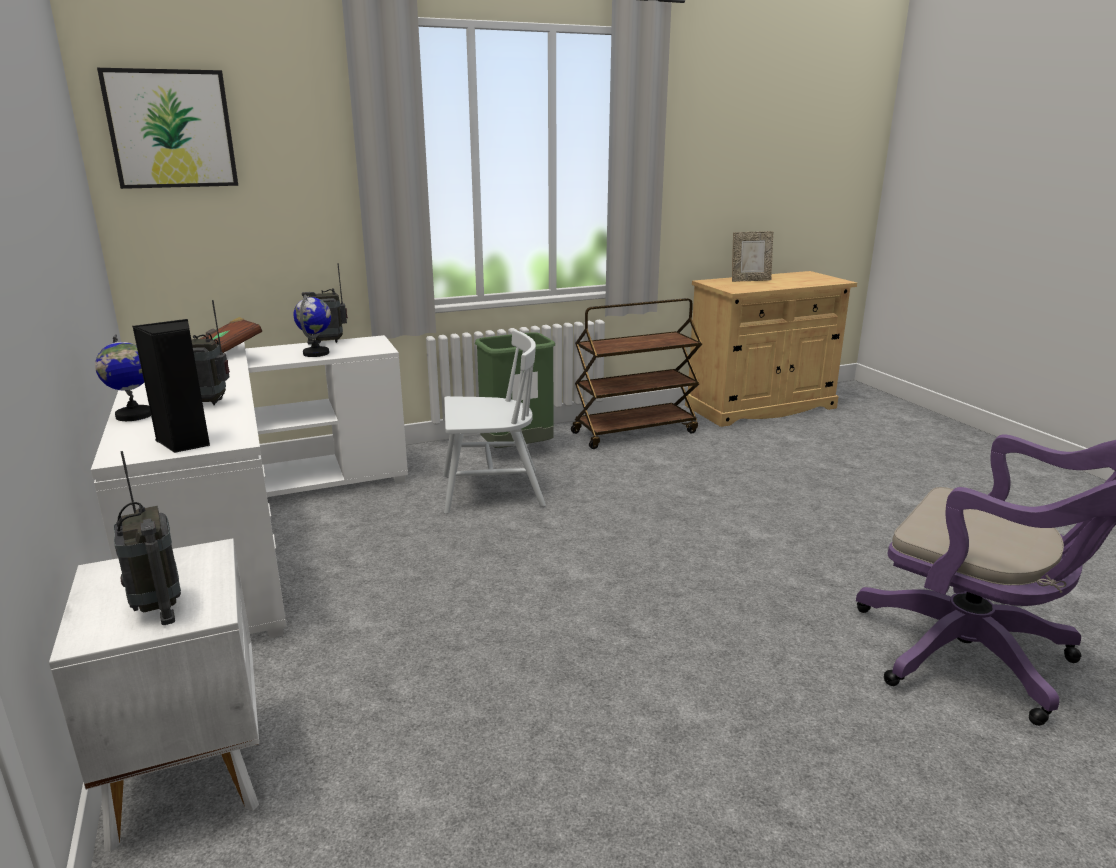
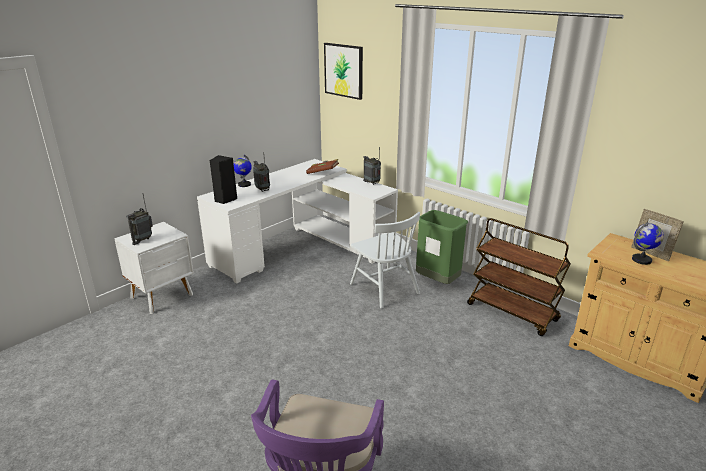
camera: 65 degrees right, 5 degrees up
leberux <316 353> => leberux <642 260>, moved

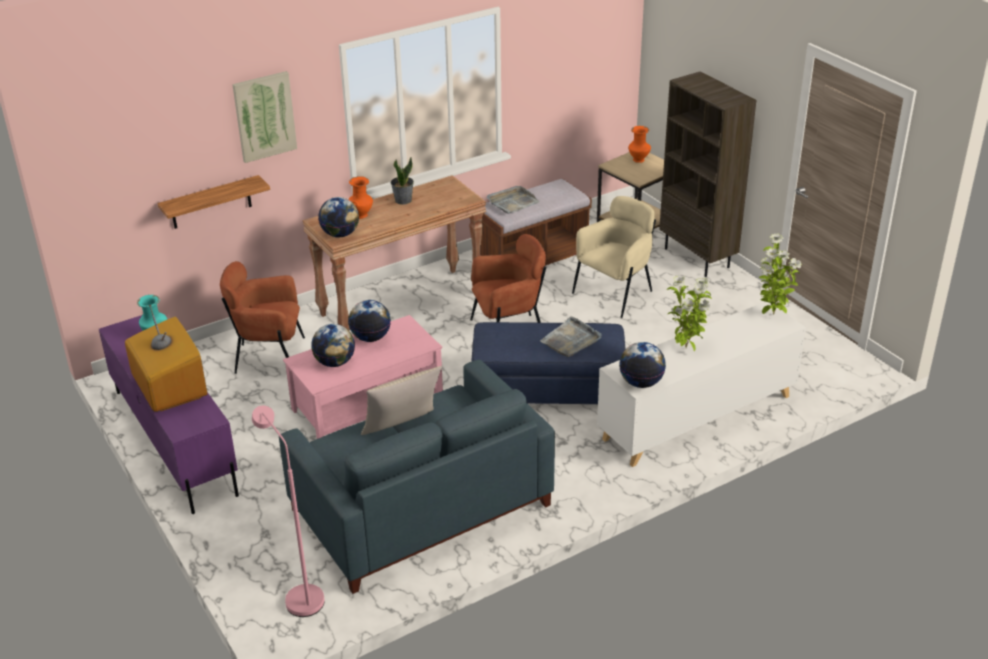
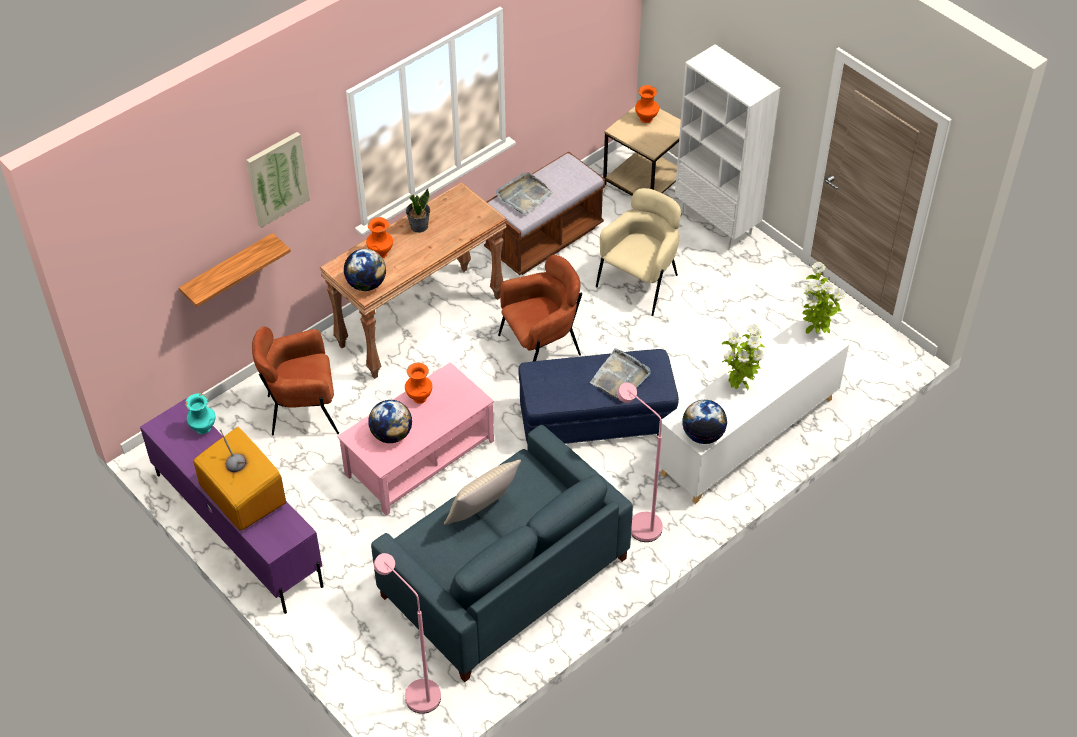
camera: 10 degrees left, 15 degrees up
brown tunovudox <698 258> => white tunovudox <717 223>
leberux <371 338> => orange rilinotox <419 397>
nothing => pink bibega <638 522>

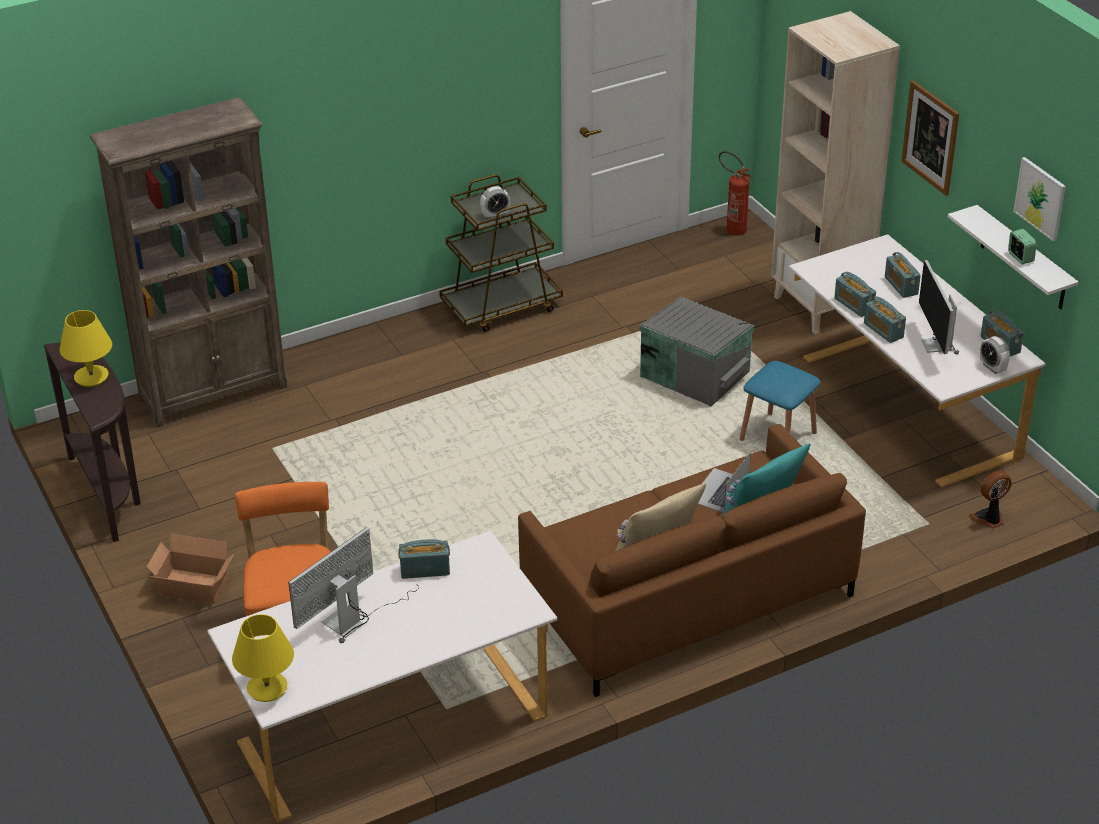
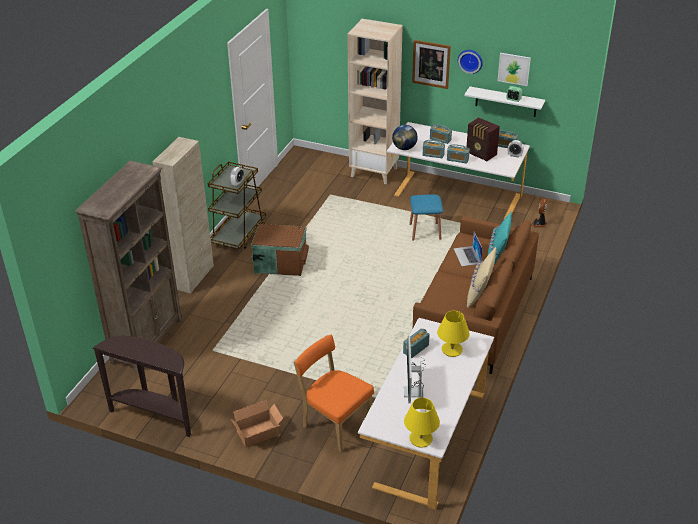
camera: 40 degrees left, 0 degrees up
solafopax <731 229> => nothing
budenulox <937 339> => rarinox <481 154>
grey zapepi <694 373> => nothing
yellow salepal <91 377> => yellow salepal <451 350>, moved
nothing => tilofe <470 60>
nothing => leberux <404 148>
nothing => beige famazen <193 277>
nothing => brown zapepi <280 262>

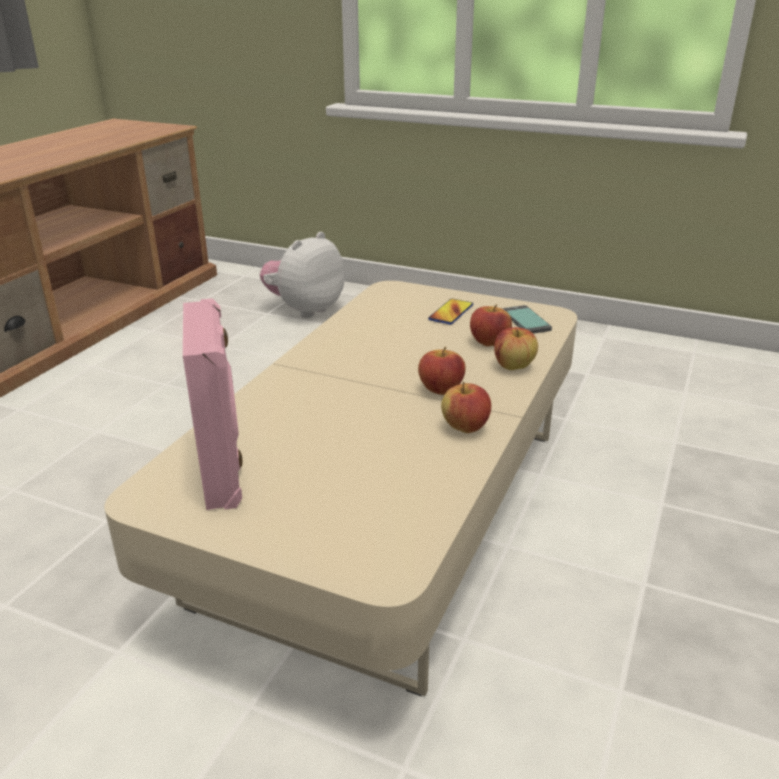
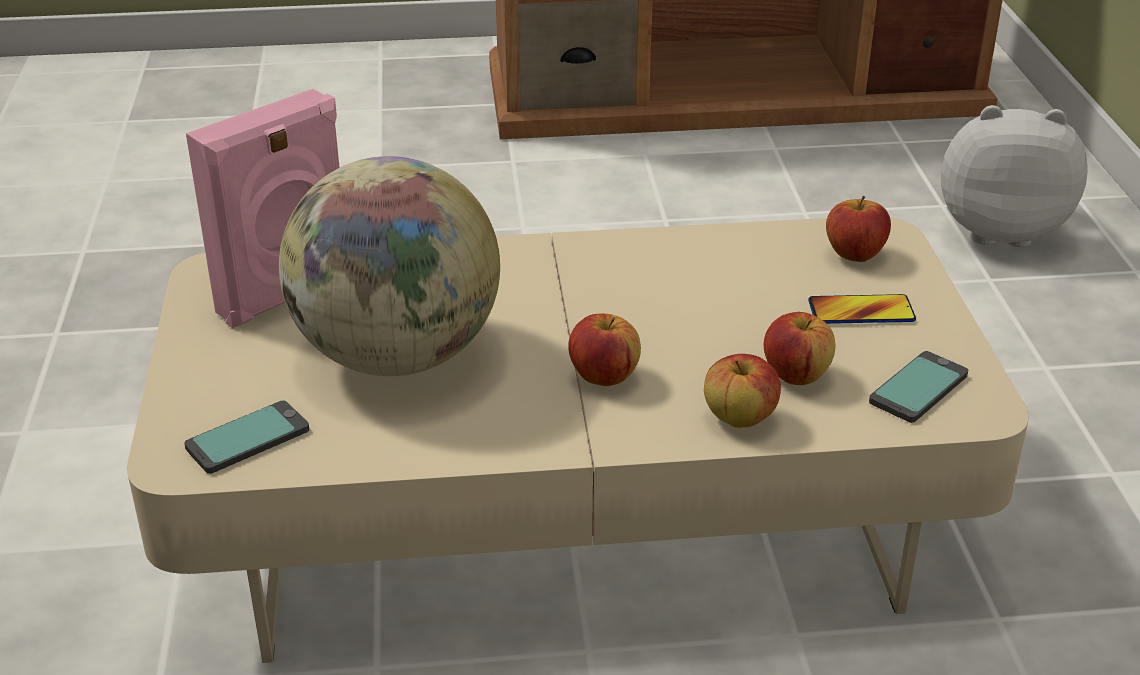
camera: 60 degrees right, 5 degrees up
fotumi <465 427> => fotumi <854 254>, moved
nothing => leberux <396 356>
nothing => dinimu <247 438>

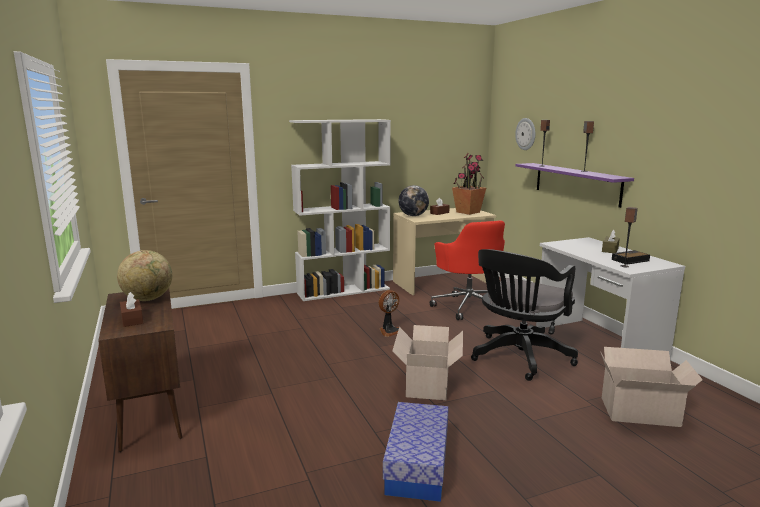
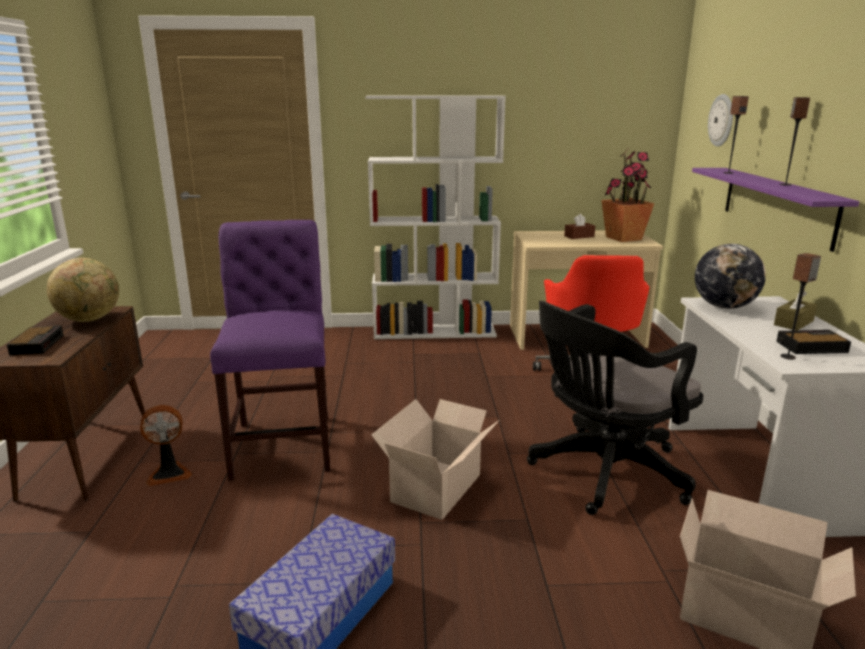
camera: 20 degrees right, 5 degrees up
leberux <413 215> => leberux <724 307>, moved
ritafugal <389 331> => ritafugal <169 473>, moved
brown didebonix <132 319> => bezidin <38 344>
nothing => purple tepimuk <284 441>

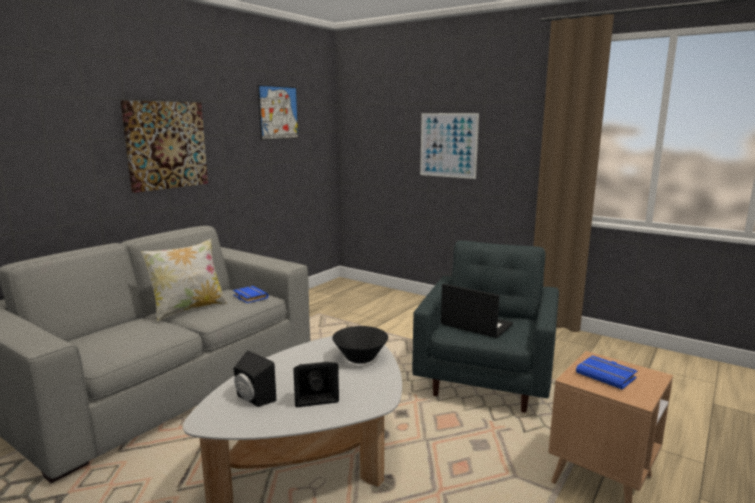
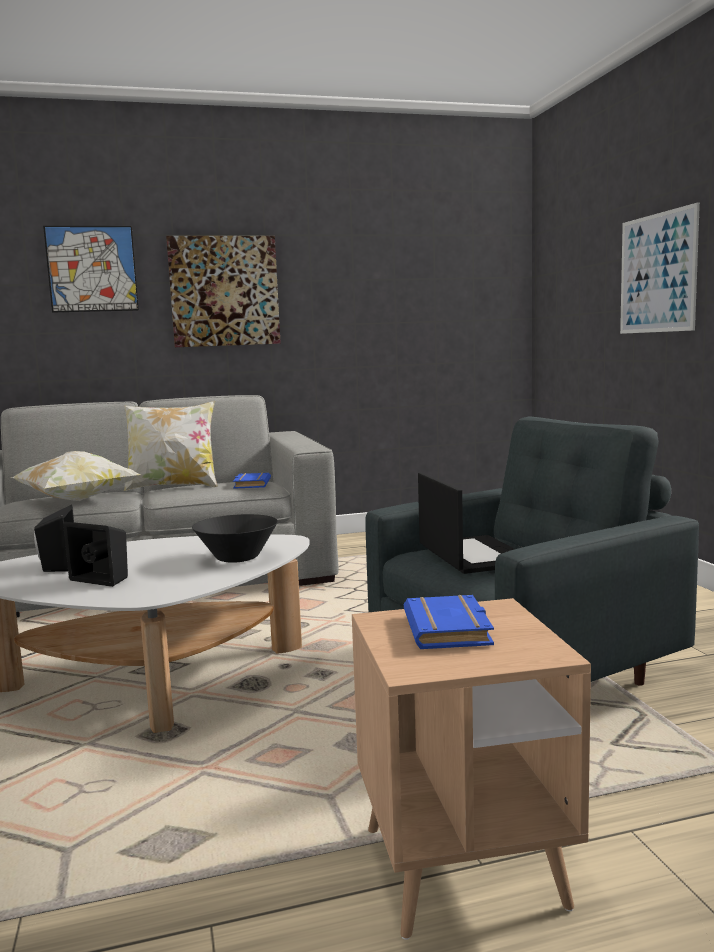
camera: 40 degrees right, 5 degrees down
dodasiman <278 113> => dodasiman <92 269>, moved
nothing => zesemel <78 500>

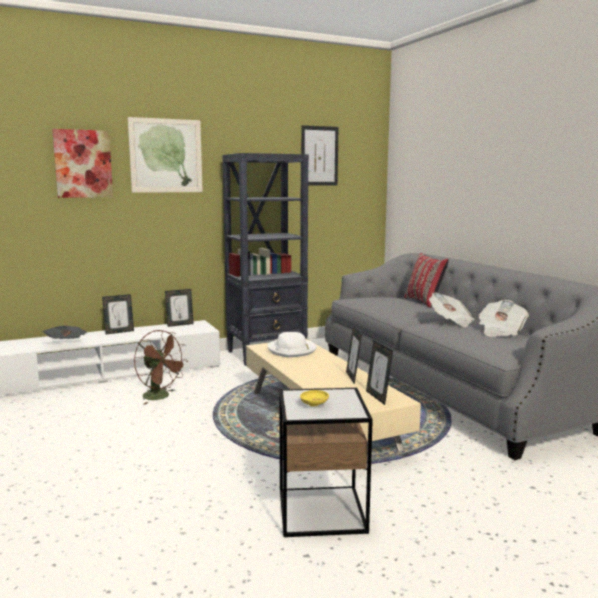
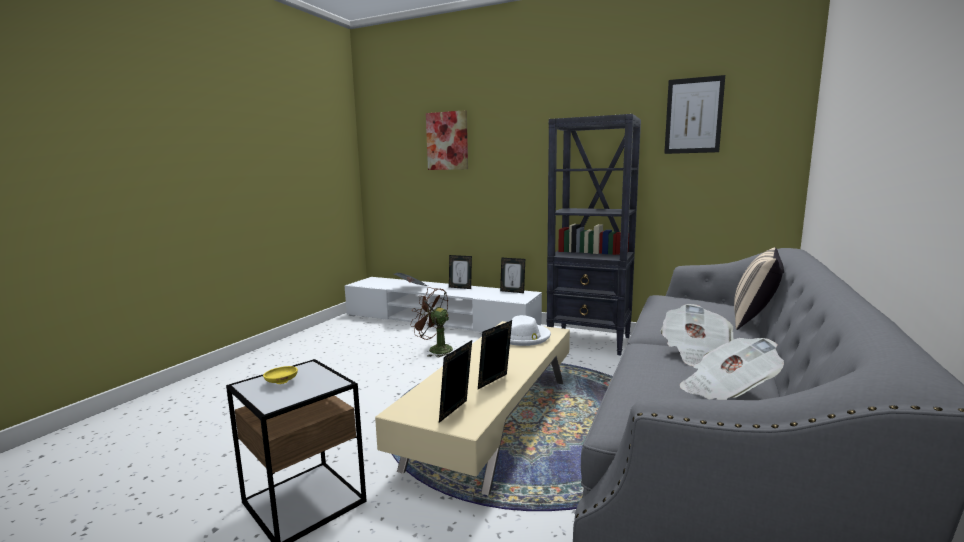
camera: 50 degrees right, 0 degrees up
dodasiman <166 156> => nothing
red zesemel <425 302> => beige zesemel <754 321>
brown ritafugal <161 397> => brown ritafugal <435 349>, 120 degrees clockwise

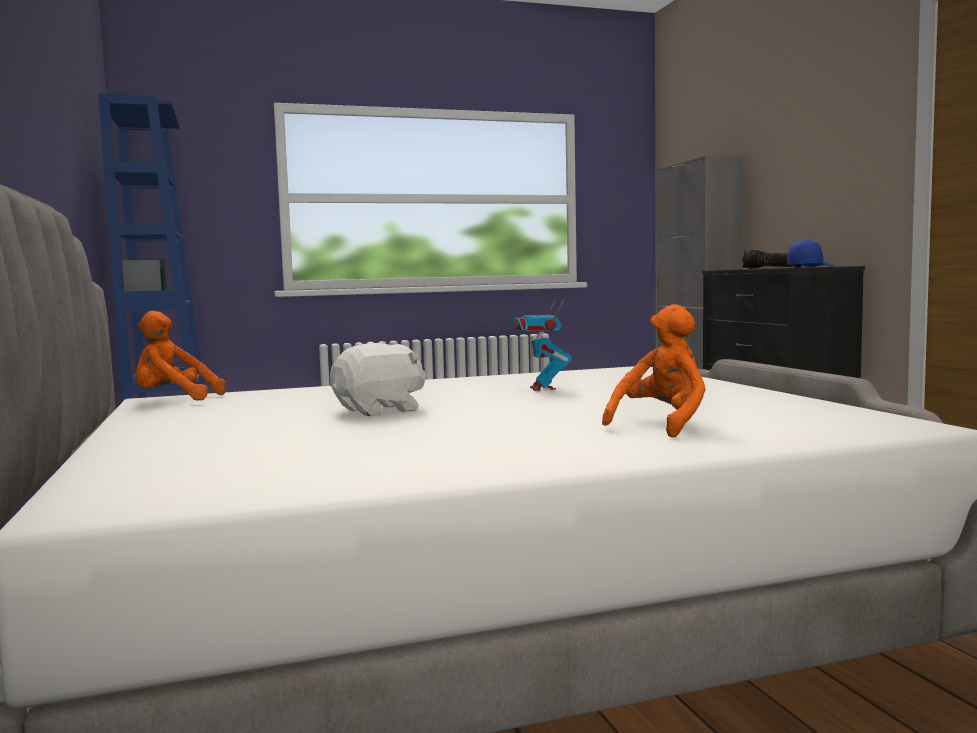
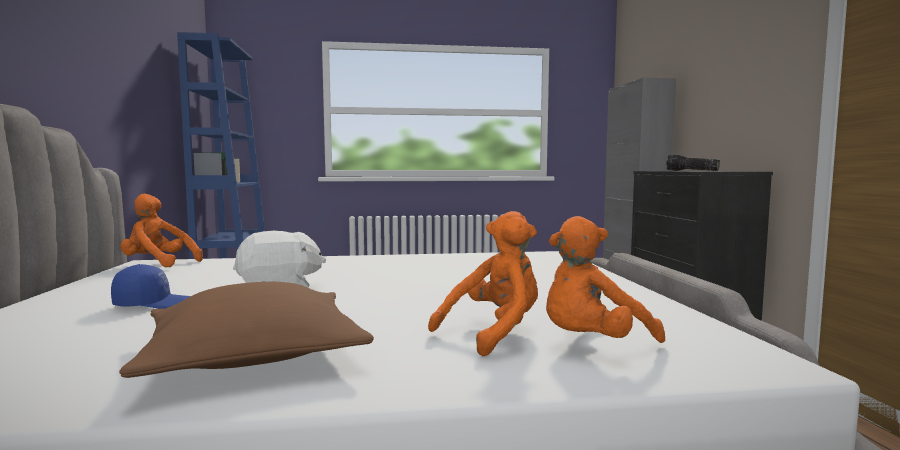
camera: 10 degrees right, 0 degrees up
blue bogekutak <810 267> => blue bogekutak <154 304>, moved
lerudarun <542 388> => nothing
nothing => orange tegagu <592 344>
nothing => brown zesemel <254 355>

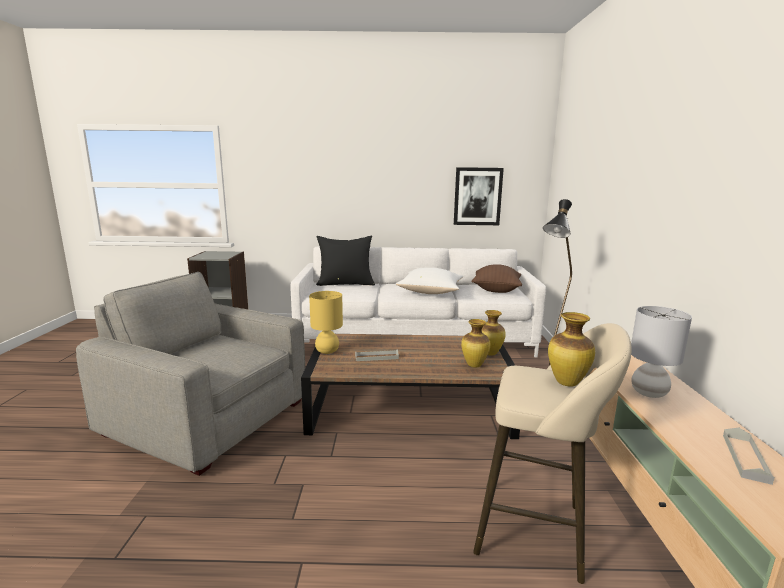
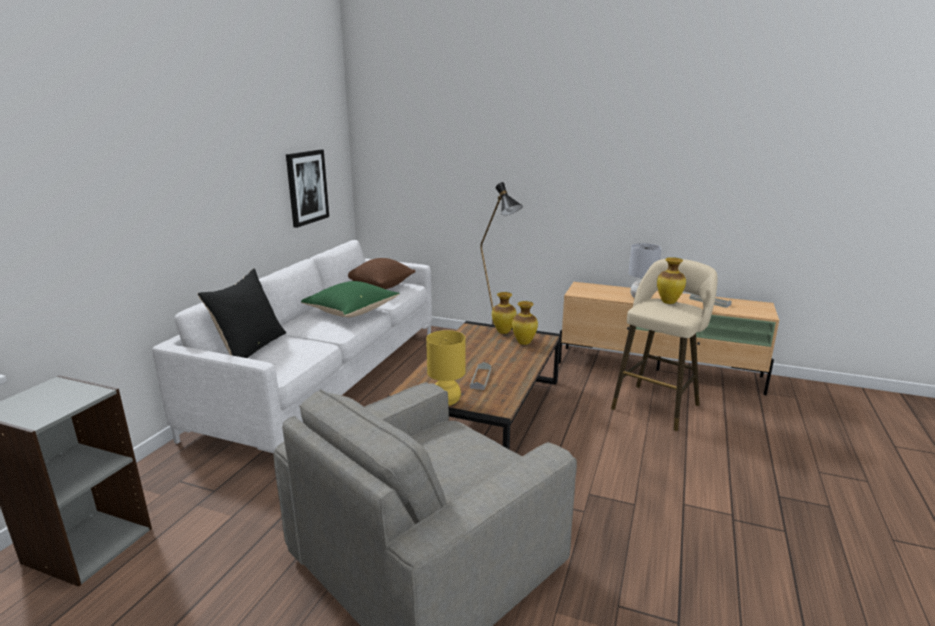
camera: 70 degrees left, 5 degrees up
white zesemel <431 292> => green zesemel <351 312>

